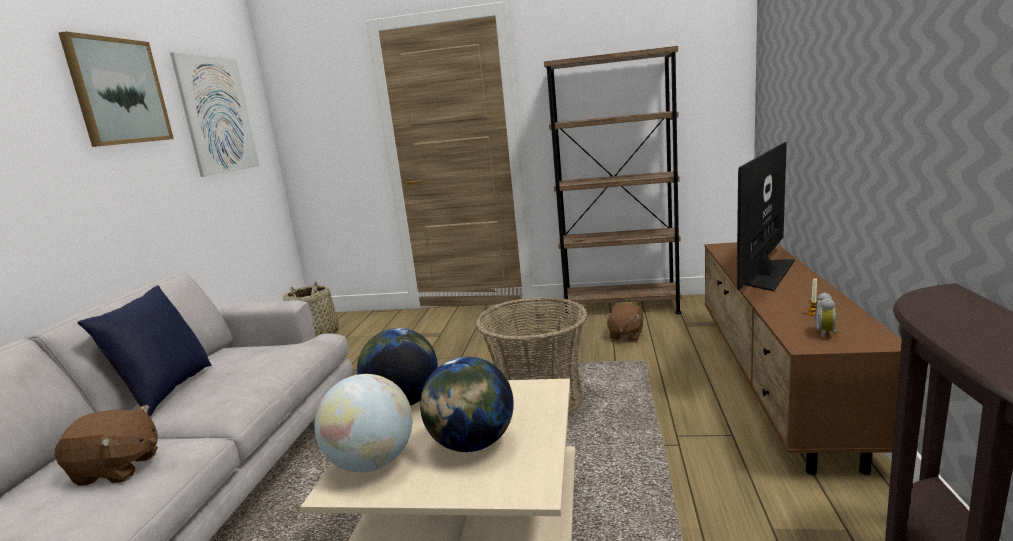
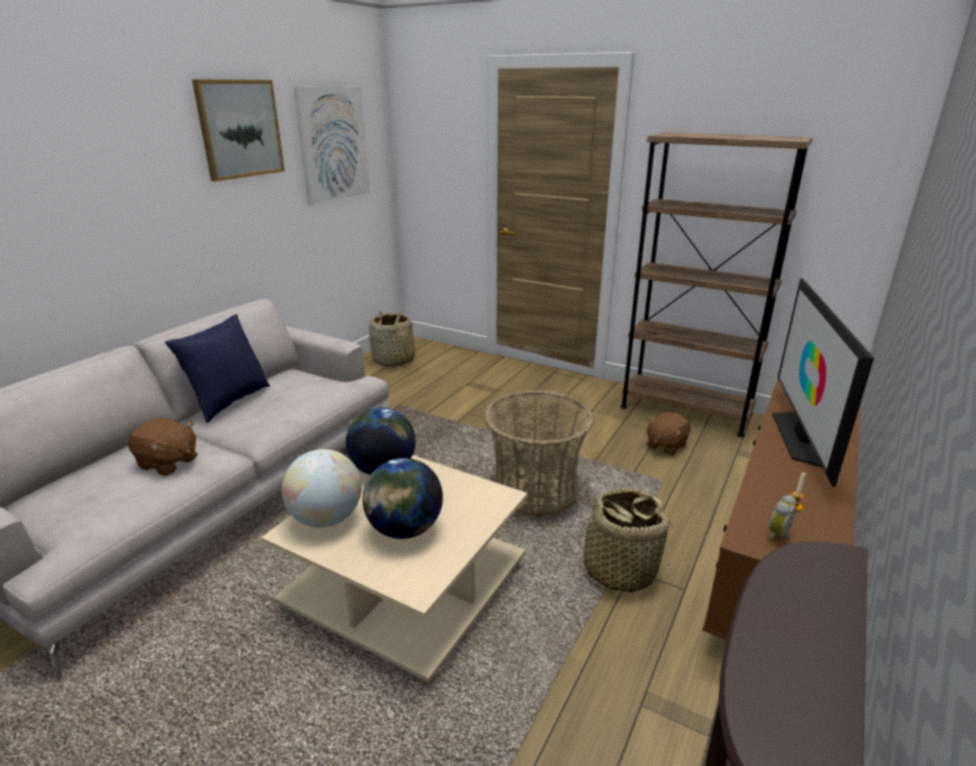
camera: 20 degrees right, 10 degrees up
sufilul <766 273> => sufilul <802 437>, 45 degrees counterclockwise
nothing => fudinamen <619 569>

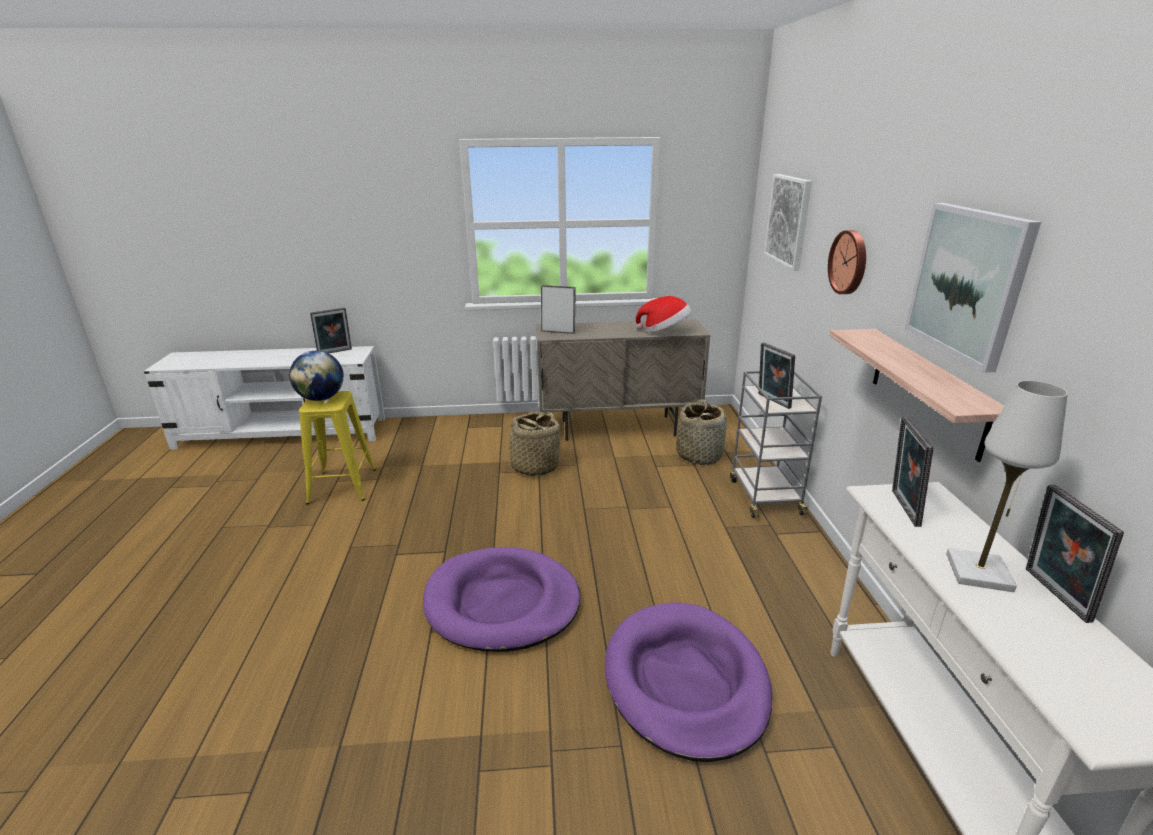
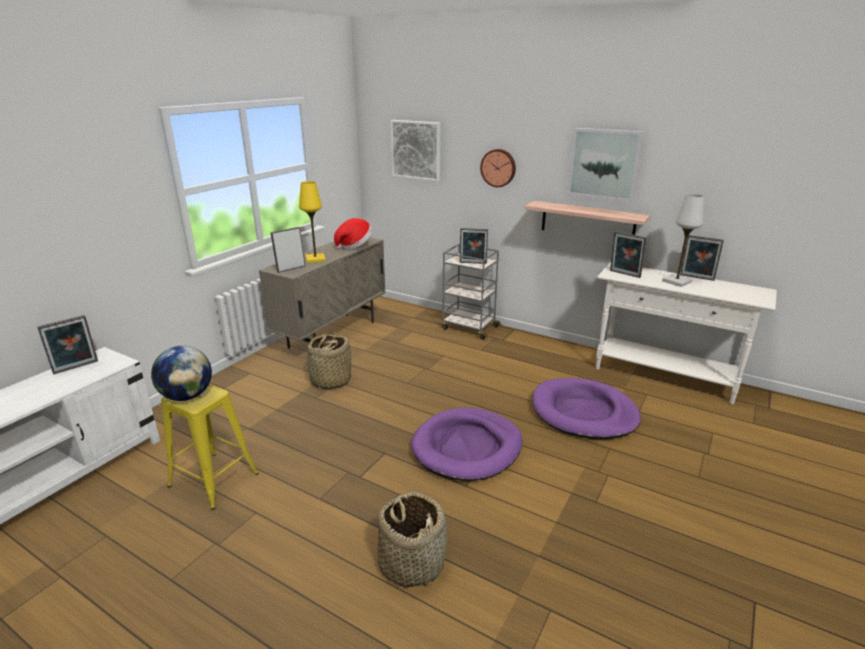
camera: 55 degrees left, 0 degrees up
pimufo <335 352> => pimufo <76 368>, 45 degrees clockwise
fudinamen <699 455> => fudinamen <411 563>, moved
nothing => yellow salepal <315 259>

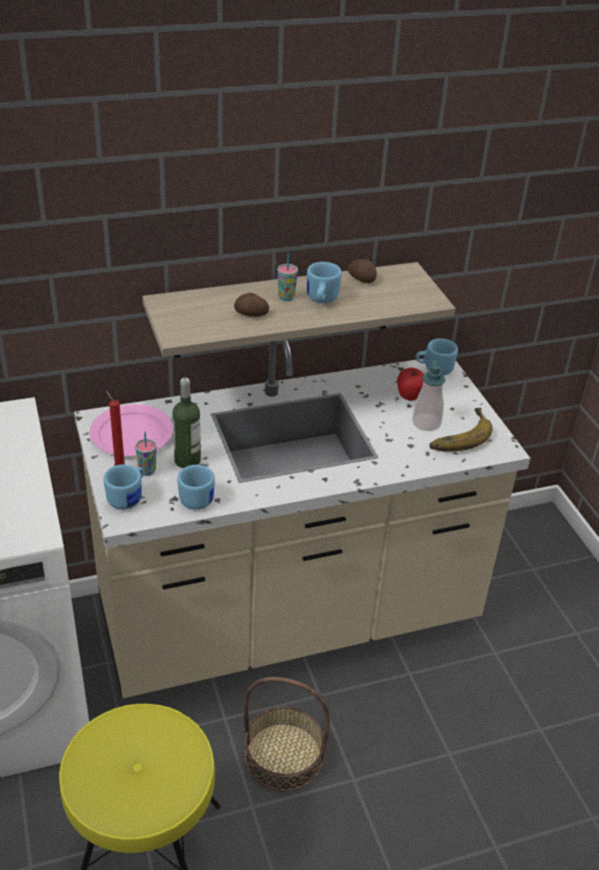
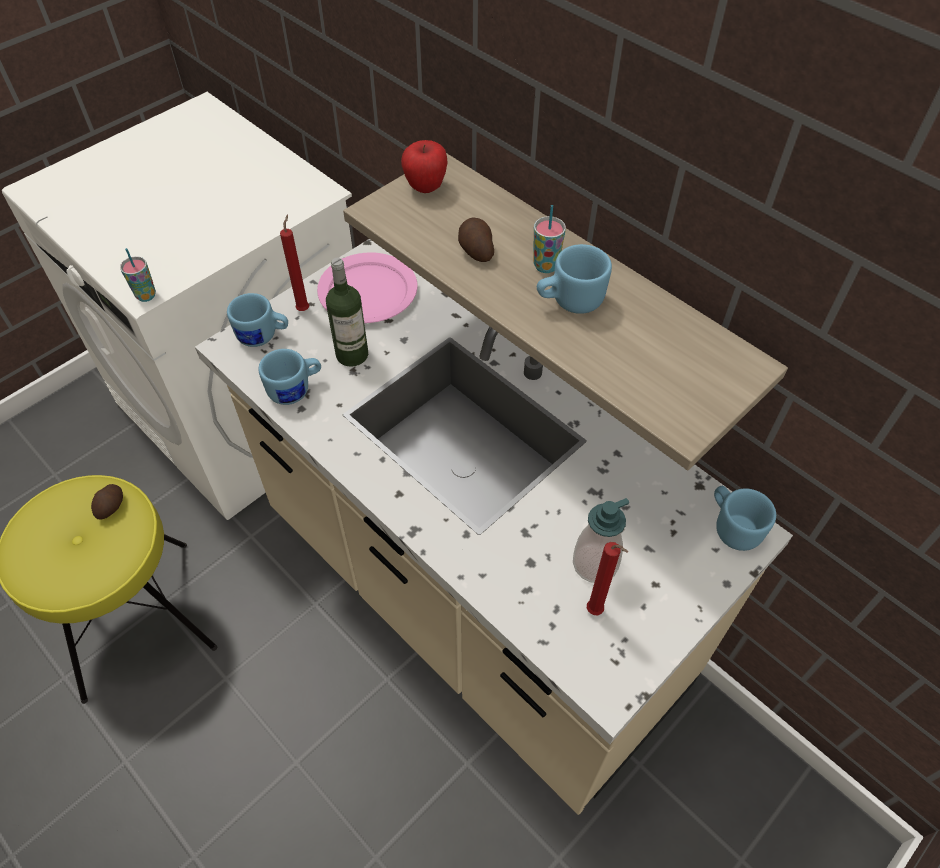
camera: 65 degrees right, 15 degrees up
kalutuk <362 278> => kalutuk <112 506>, moved
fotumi <409 397> => fotumi <425 187>, moved
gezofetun <457 434> => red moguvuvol <596 612>
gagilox <147 471> => gagilox <146 295>, moved
fudinamen <283 756> => nothing

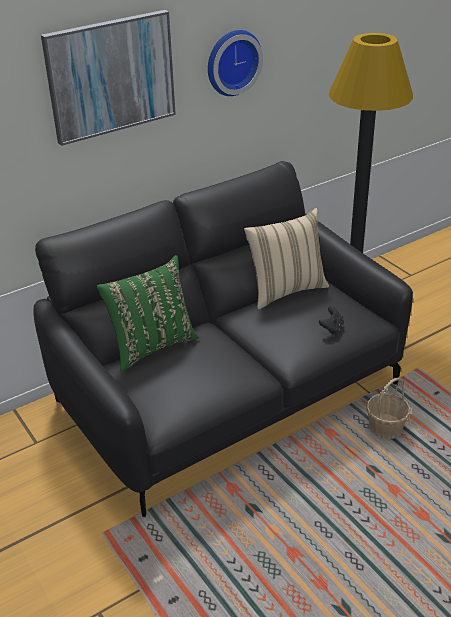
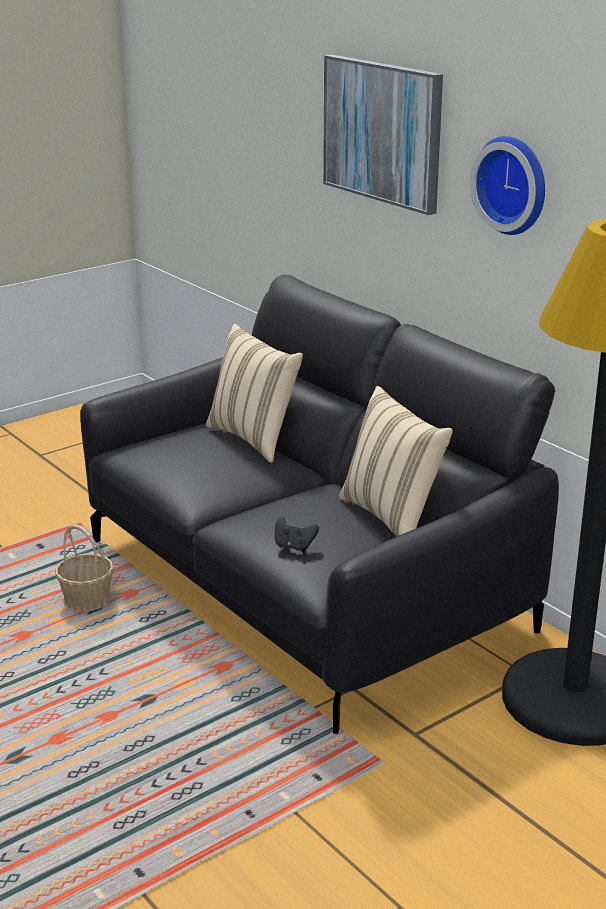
camera: 85 degrees right, 10 degrees down
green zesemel <151 346> => beige zesemel <254 438>
fudinamen <386 428> => fudinamen <87 600>, moved

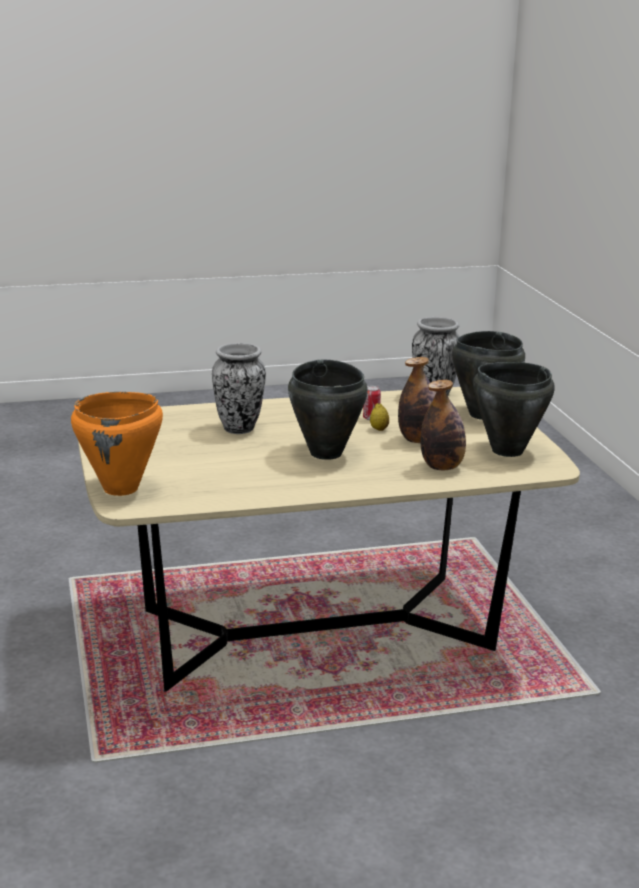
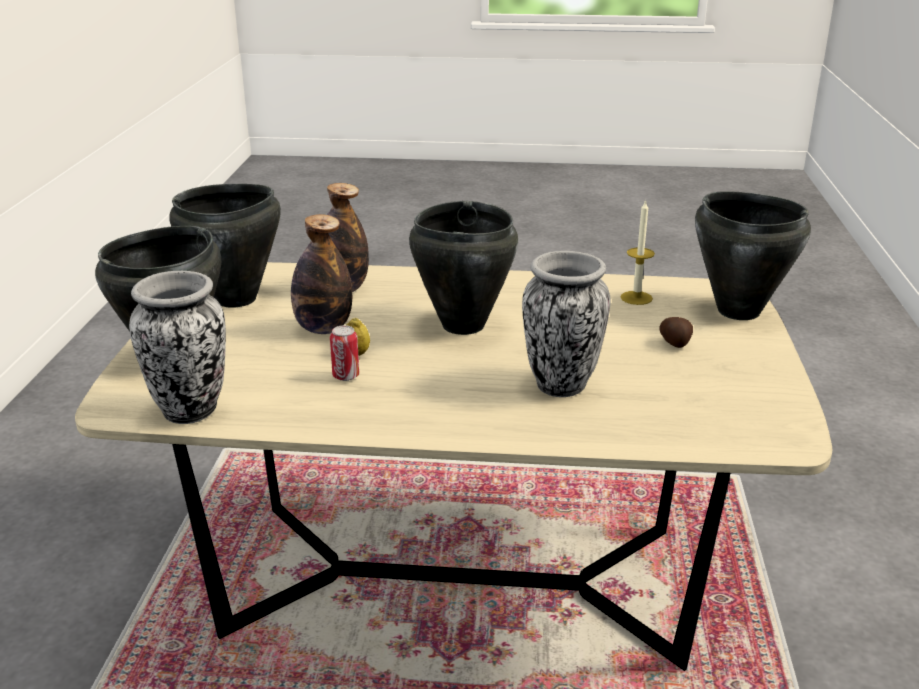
camera: 160 degrees left, 5 degrees up
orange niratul <121 489> => black niratul <738 311>
nothing => moguvuvol <636 298>
nothing => kalutuk <675 343>

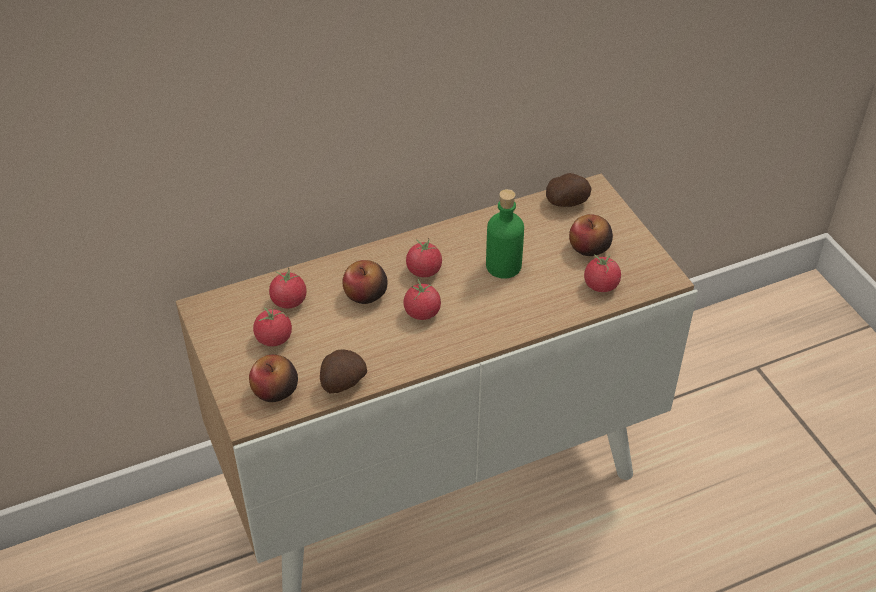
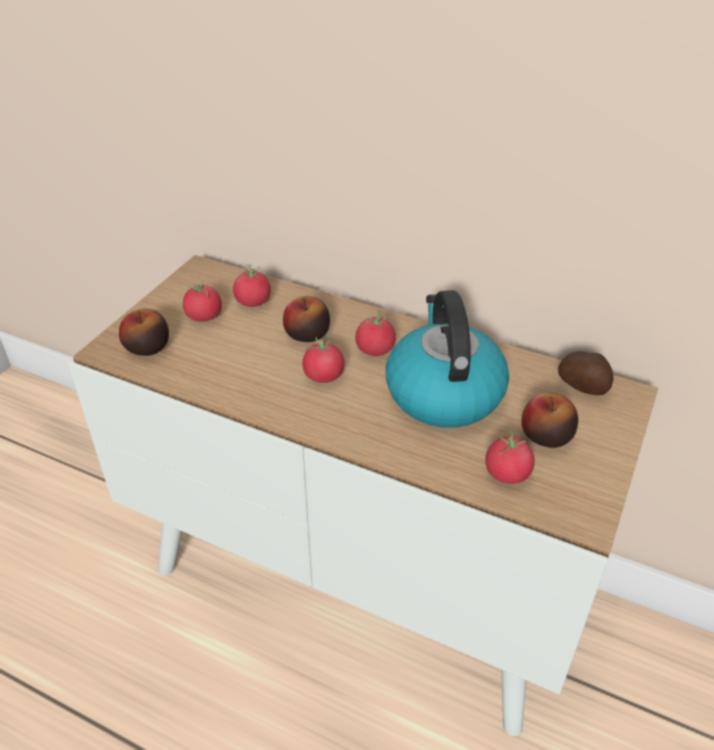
camera: 50 degrees right, 5 degrees down
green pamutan <503 266> => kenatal <443 392>
kalutuk <342 383> => nothing

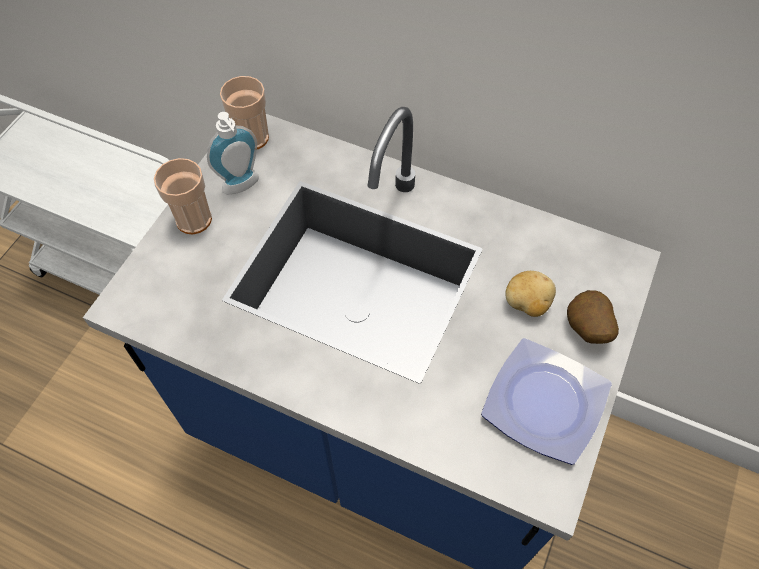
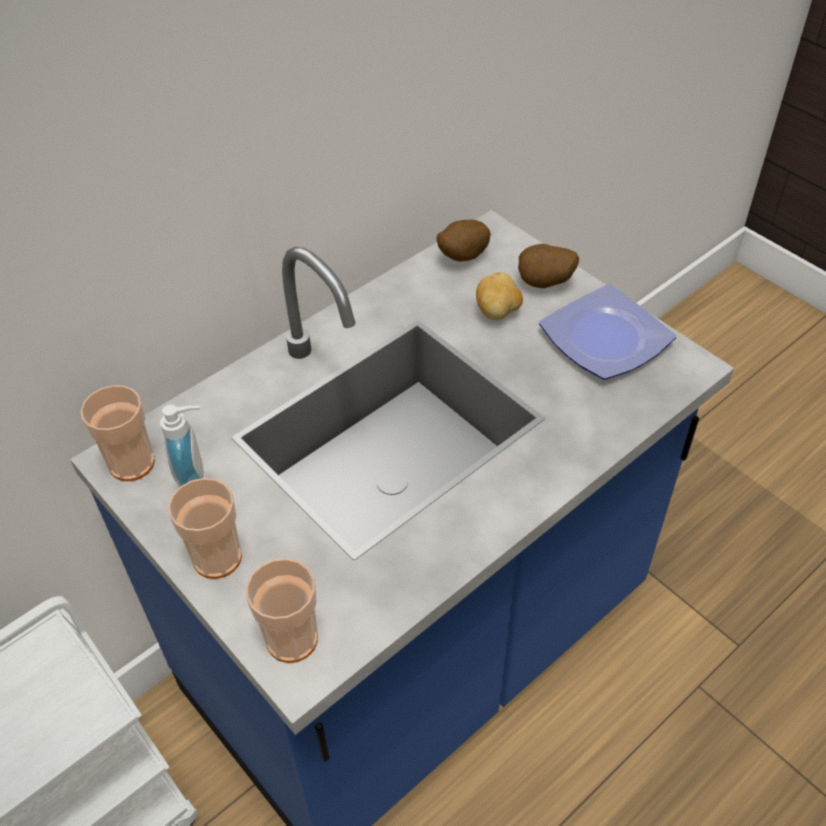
camera: 65 degrees left, 10 degrees down
nothing => kalutuk <461 257>
nothing => gagilox <292 639>

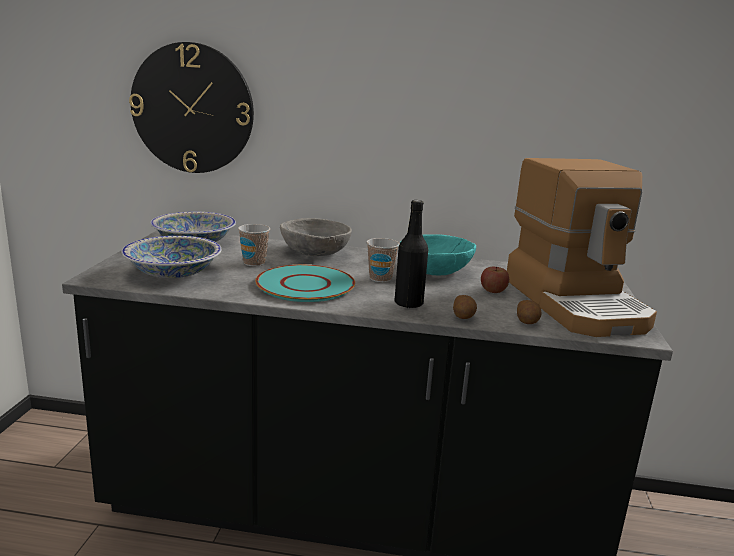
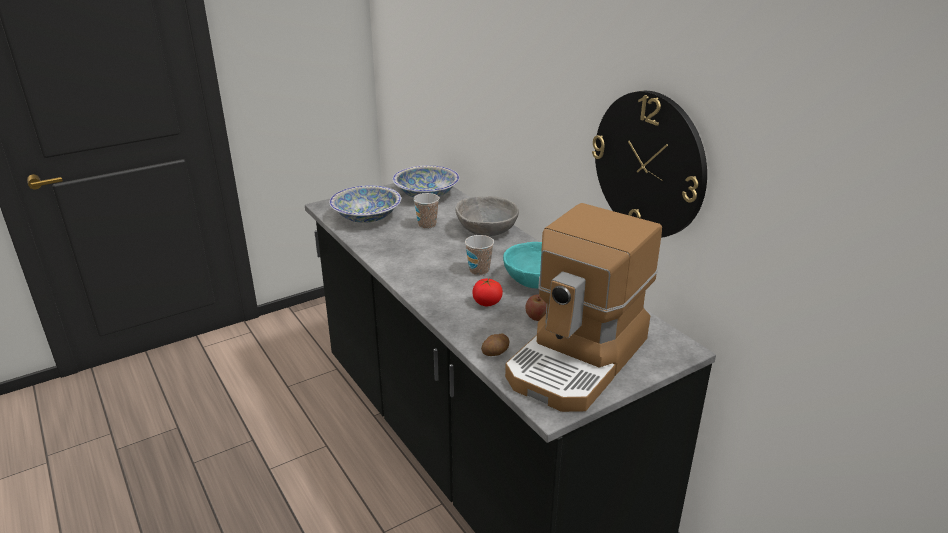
camera: 50 degrees right, 10 degrees up
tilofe <192 109> => tilofe <649 165>, moved
black pamutan <408 303> => nothing
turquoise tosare <306 285> => nothing
kalutuk <463 316> => nothing
nothing => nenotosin <487 303>

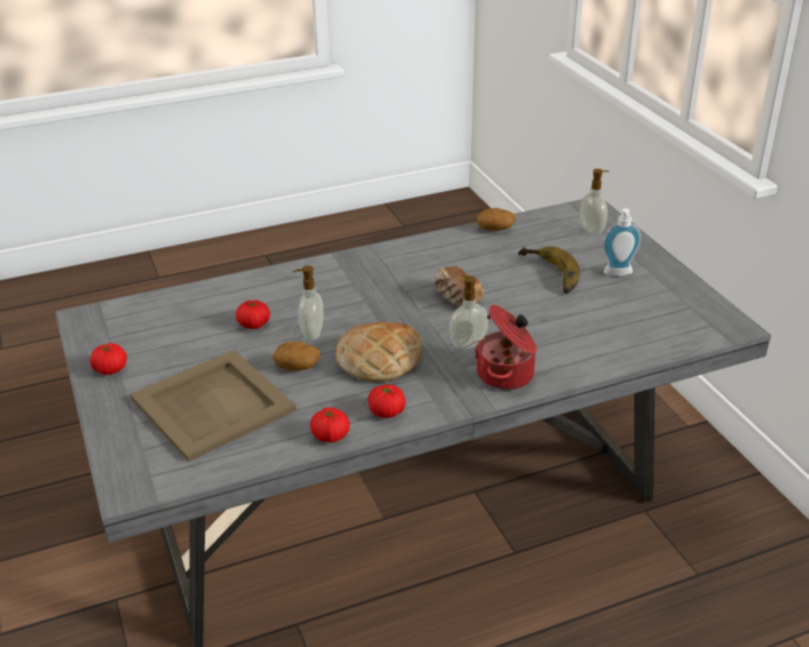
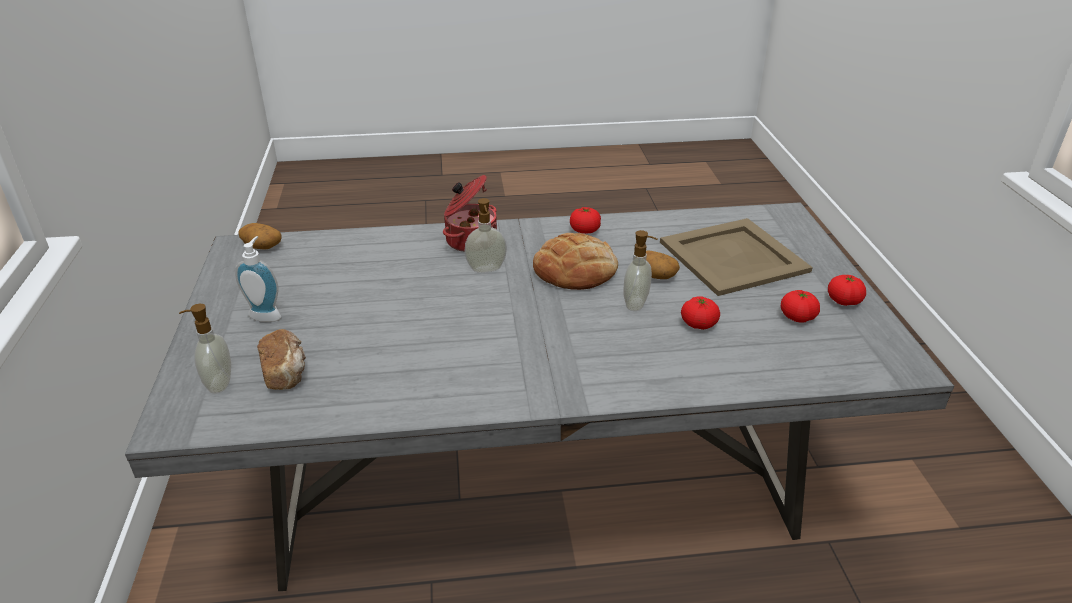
camera: 165 degrees left, 0 degrees up
kalutuk <495 228> => kalutuk <261 246>, moved
gezofetun <547 275> => nothing
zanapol <456 298> => zanapol <286 372>, moved
nenotosin <330 436> => nenotosin <797 317>, moved

